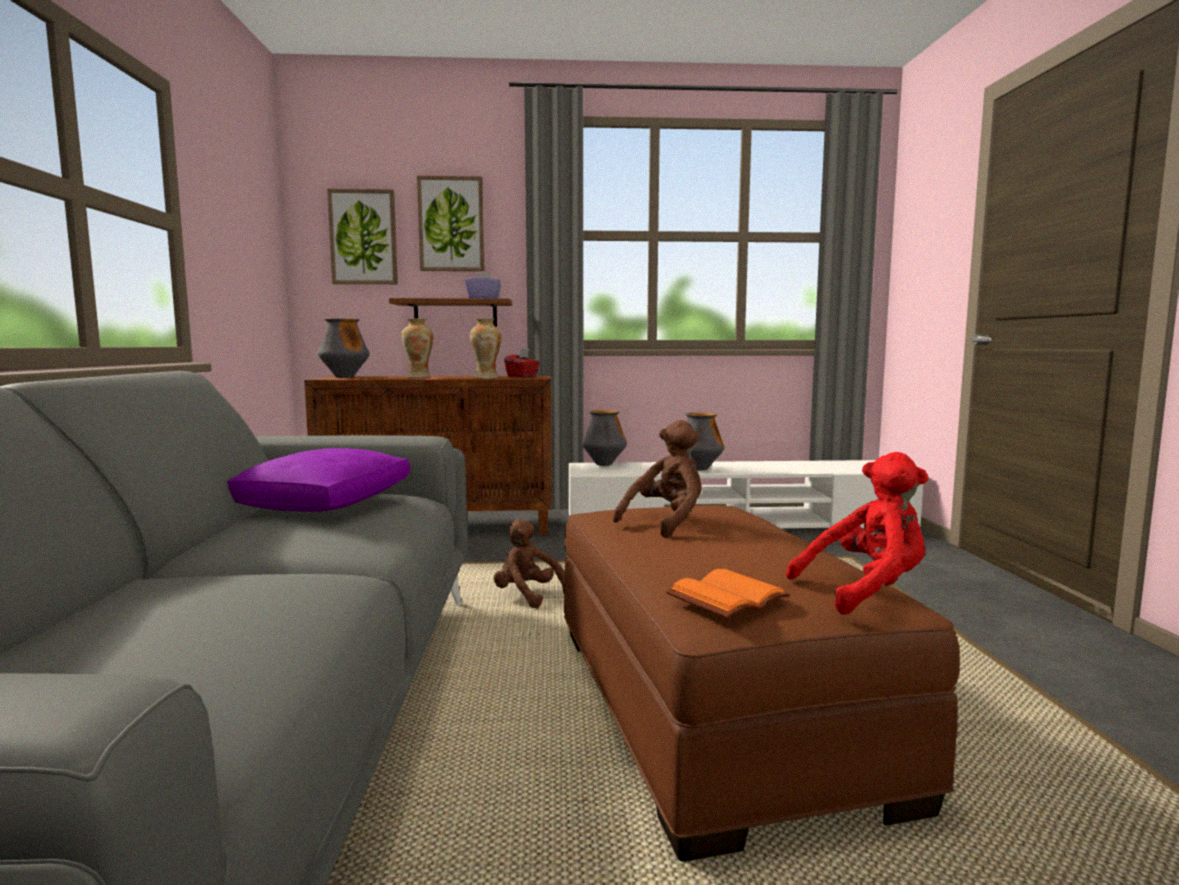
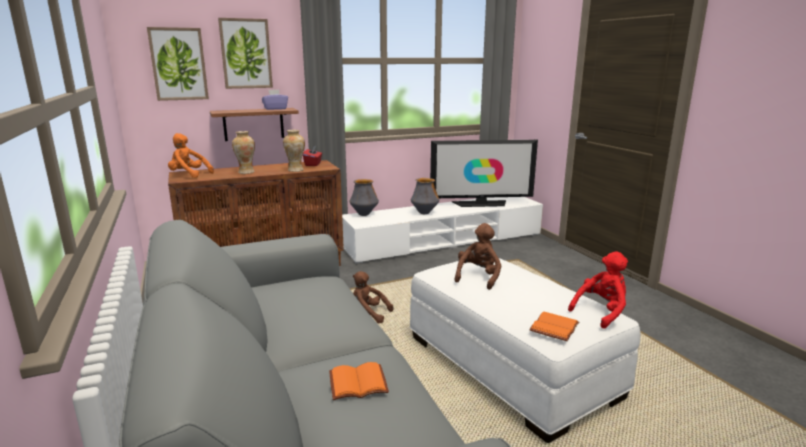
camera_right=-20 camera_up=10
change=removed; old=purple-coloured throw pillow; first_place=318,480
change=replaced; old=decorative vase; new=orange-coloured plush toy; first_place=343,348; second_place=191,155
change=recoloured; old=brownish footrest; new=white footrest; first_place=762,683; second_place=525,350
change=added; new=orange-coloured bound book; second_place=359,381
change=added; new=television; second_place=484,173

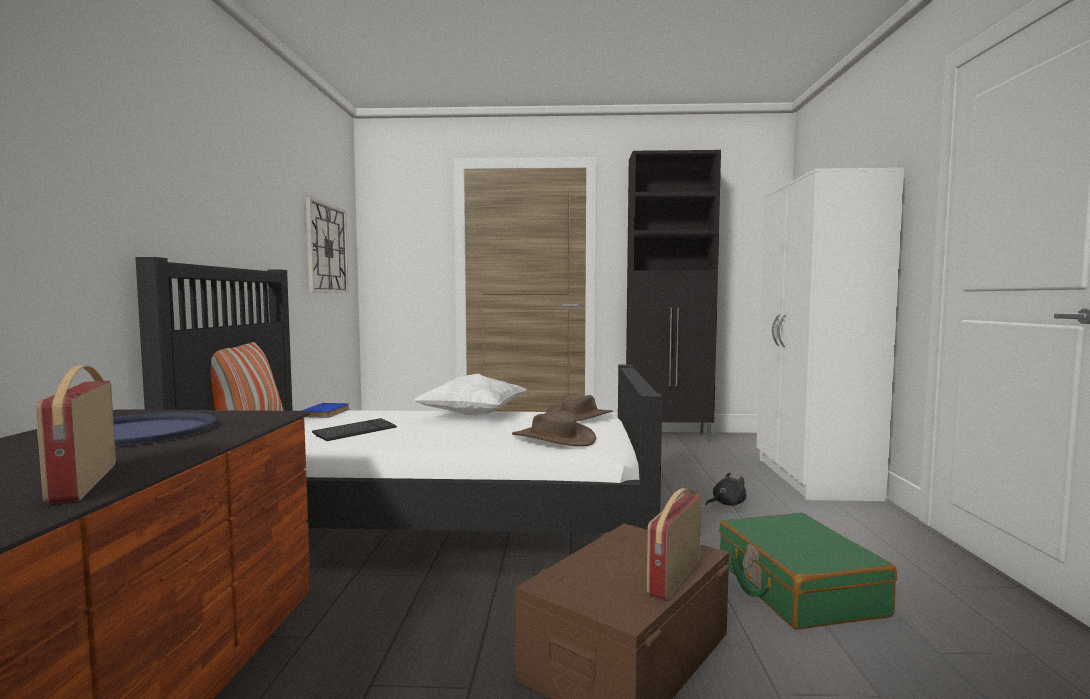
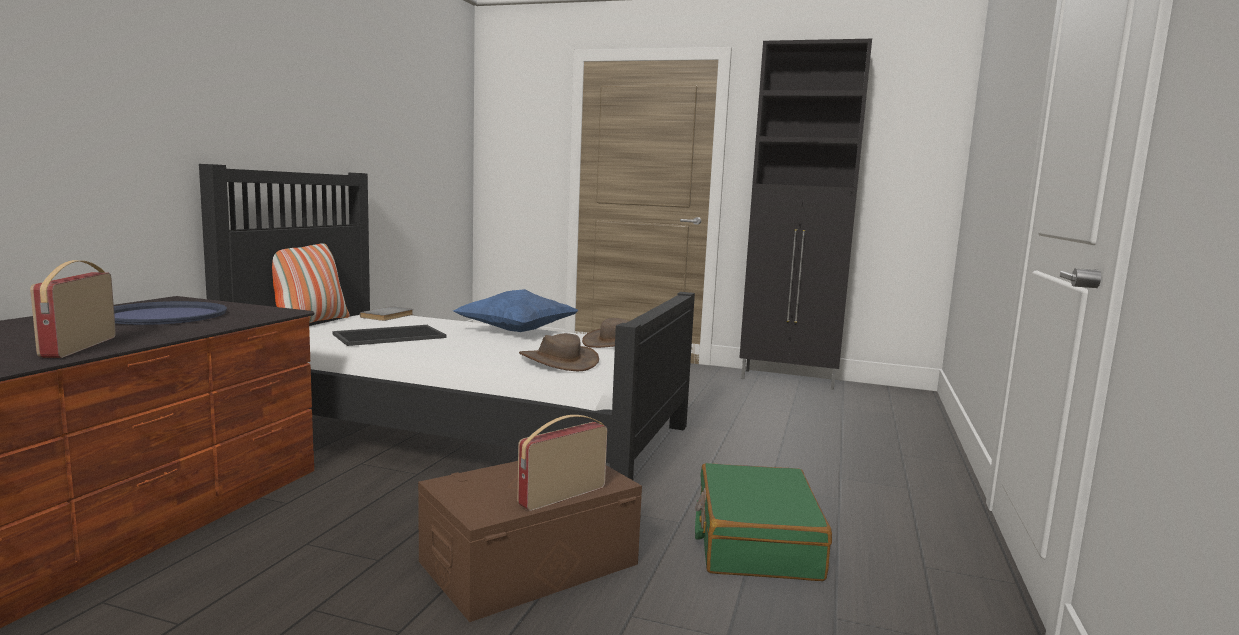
camera_right=15 camera_up=5
change=recoloured; old=blue-coloured bound book; new=grey bound book; first_place=325,410; second_place=386,313
change=removed; old=hanging clock; first_place=327,244
change=replaced; old=computer keyboard; new=serving tray; first_place=354,429; second_place=390,335
change=recoloured; old=white throw pillow; new=blue-coloured throw pillow; first_place=470,394; second_place=516,310
change=removed; old=black plush toy; first_place=726,489
change=removed; old=white armoire; first_place=830,334

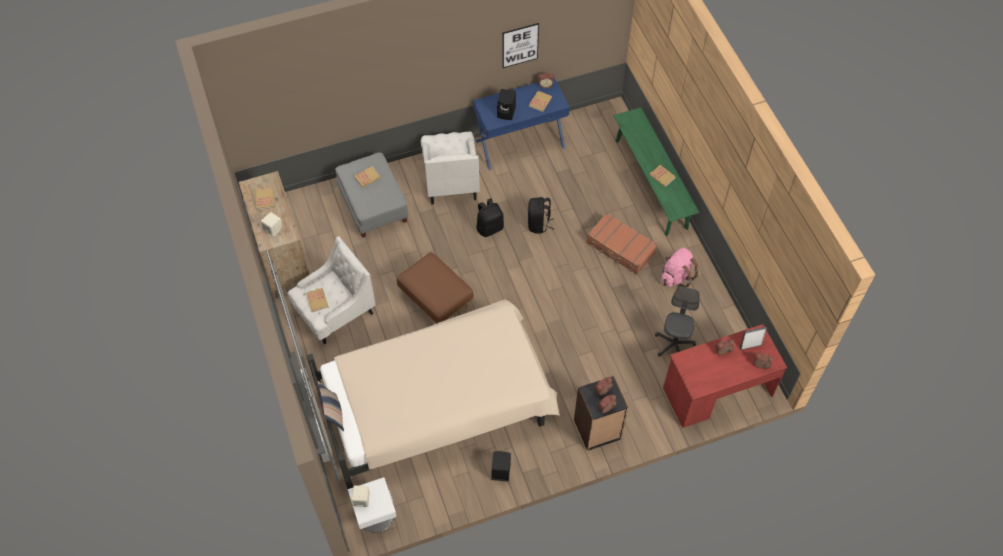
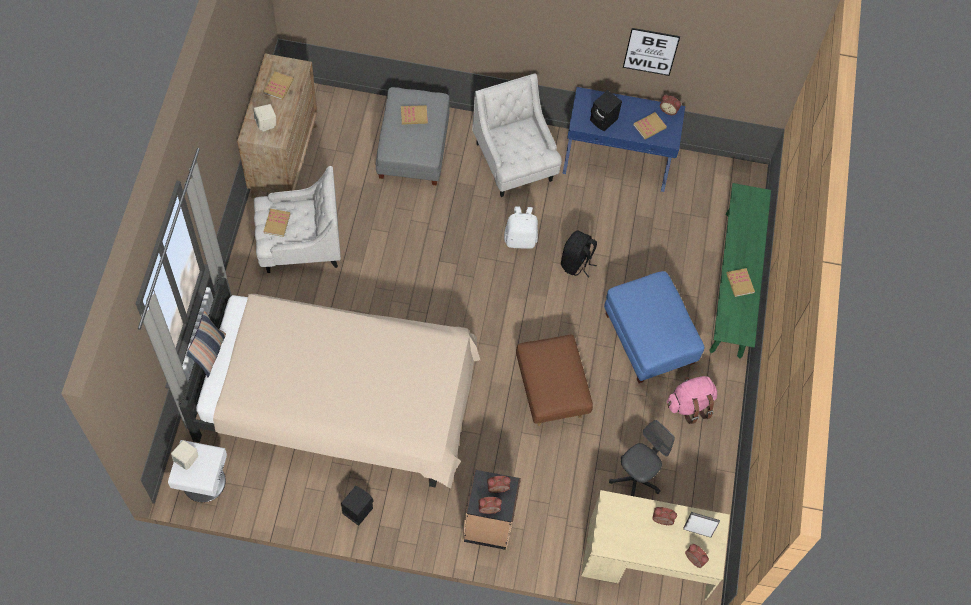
camera_right=25 camera_up=5
change=moved; old=brownish footrest; first_place=435,287; second_place=554,380
change=turned; old=white armchair; first_place=450,168; second_place=517,135; degrees=135
change=recoloured; old=black backpack; new=white backpack; first_place=490,217; second_place=521,227
change=replaced; old=brownish suitcase; new=blue-coloured footrest; first_place=622,244; second_place=654,327
change=recoloured; old=red-coloured desk; new=beige-coloured desk; first_place=725,376; second_place=655,545

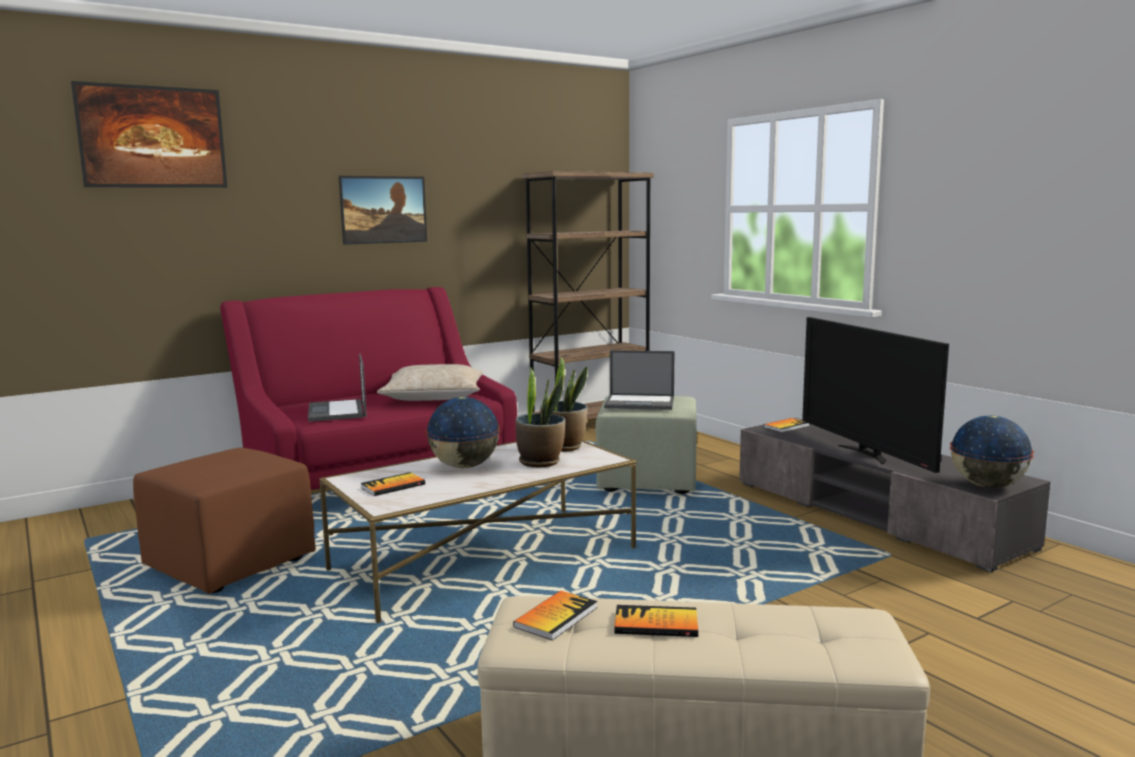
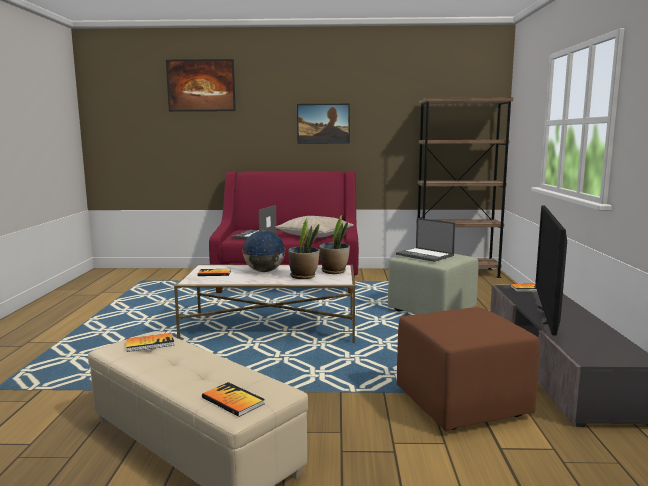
camera_right=35 camera_up=0
change=moved; old=brownish footrest; first_place=224,521; second_place=468,369
change=moved; old=bound book; first_place=656,621; second_place=233,399
change=removed; old=globe; first_place=992,451

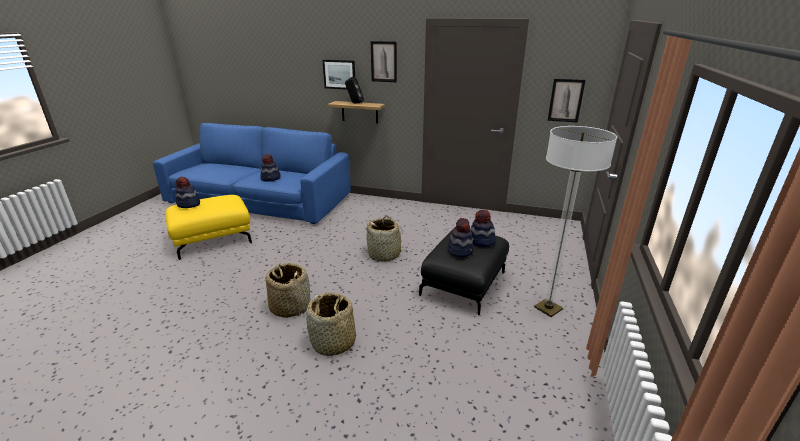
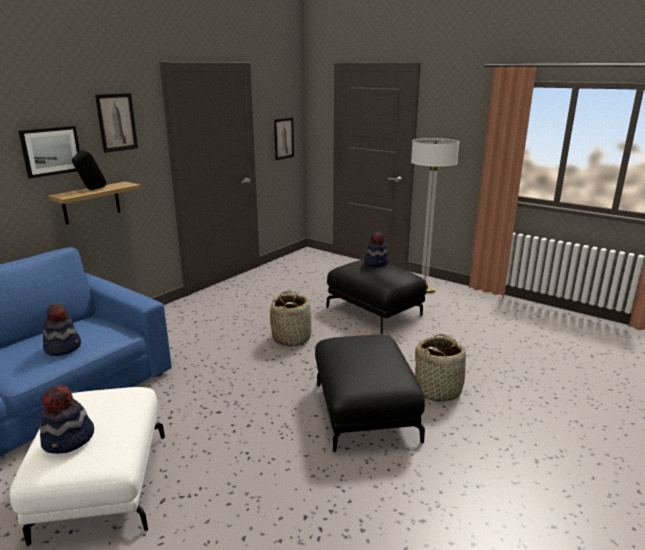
camera_right=-70 camera_up=-5
change=recoloured; old=yellow footrest; new=white footrest; first_place=208,227; second_place=87,466
change=replaced; old=household basket; new=black footrest; first_place=288,290; second_place=370,393
change=removed; old=clothing hat; first_place=461,237

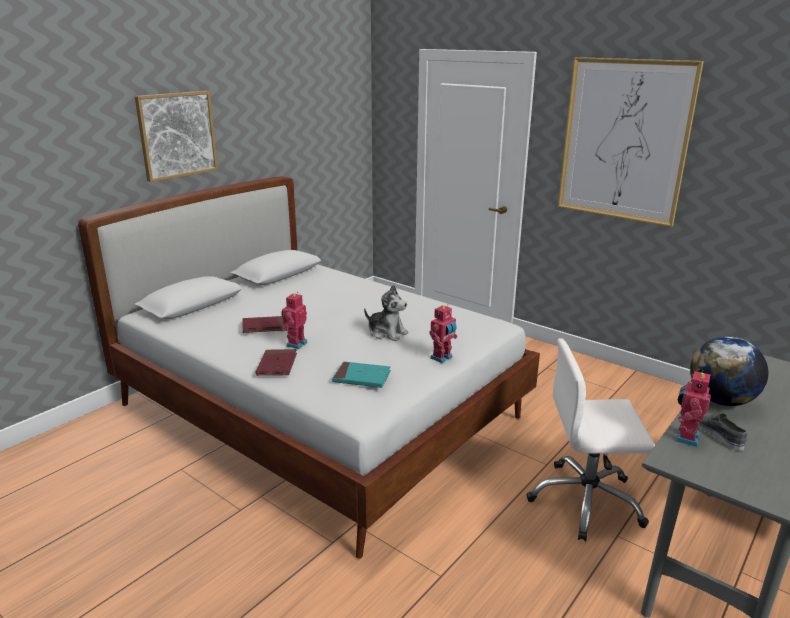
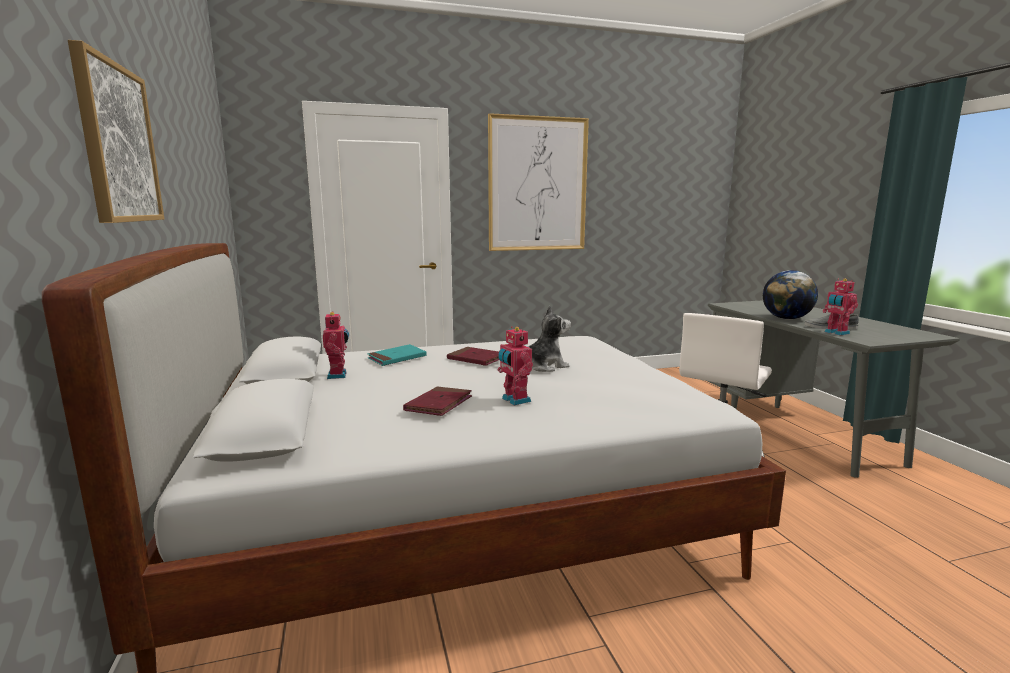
camera_right=-55 camera_up=-10
change=moved; old=red-coloured bound book; first_place=276,362; second_place=473,356
change=moved; old=turquoise-coloured bound book; first_place=361,374; second_place=397,355
change=moved; old=model robot; first_place=443,333; second_place=336,345

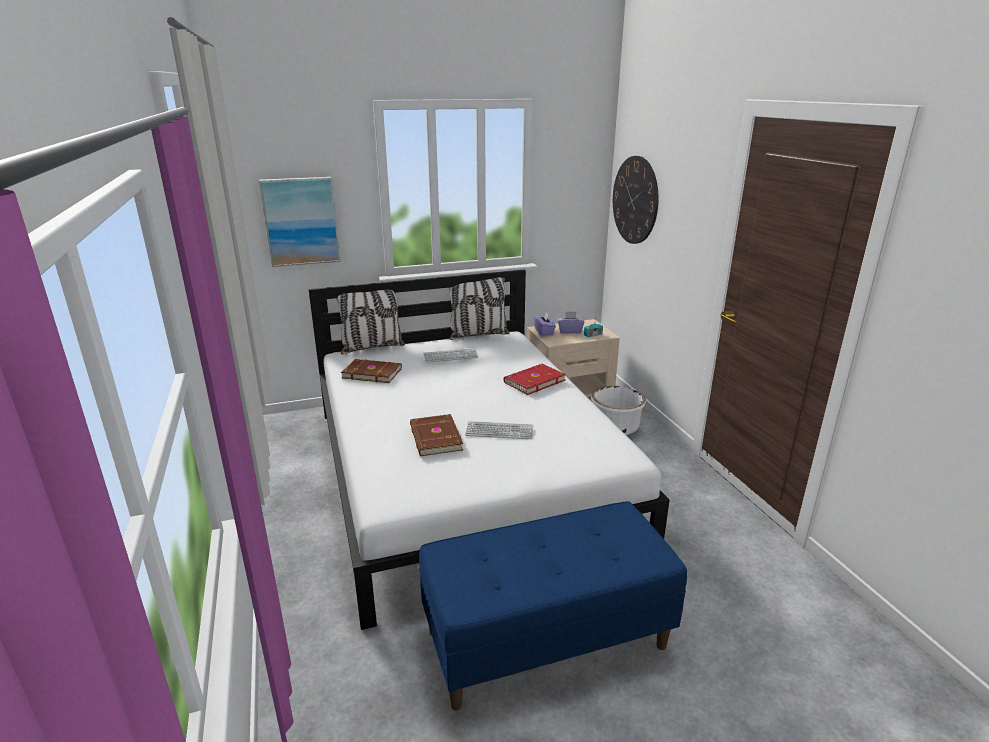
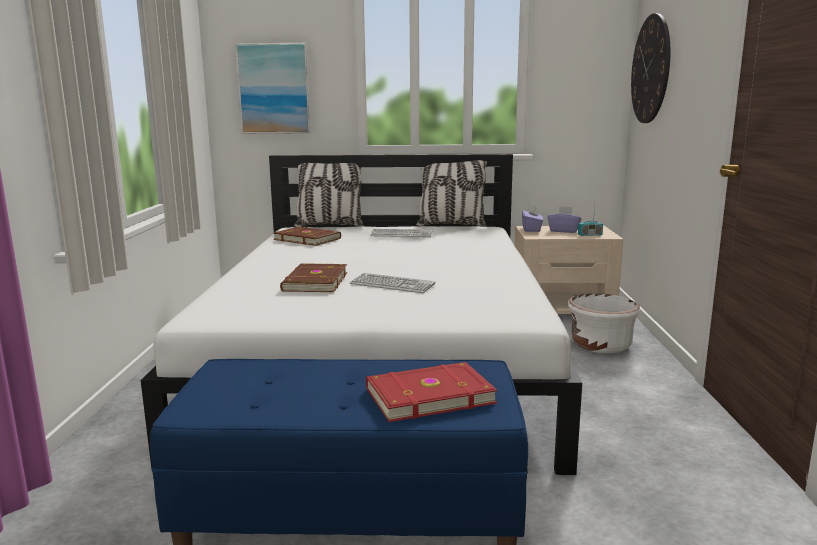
camera_right=20 camera_up=-10
change=moved; old=red-coloured bound book; first_place=535,379; second_place=431,392

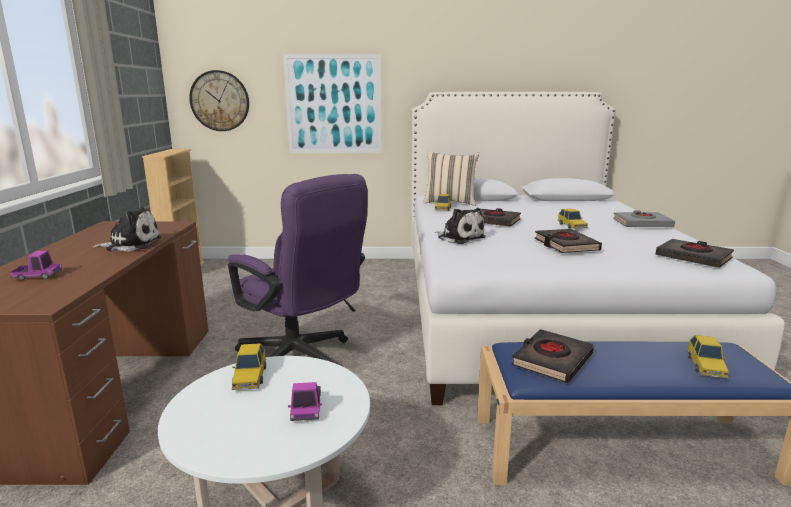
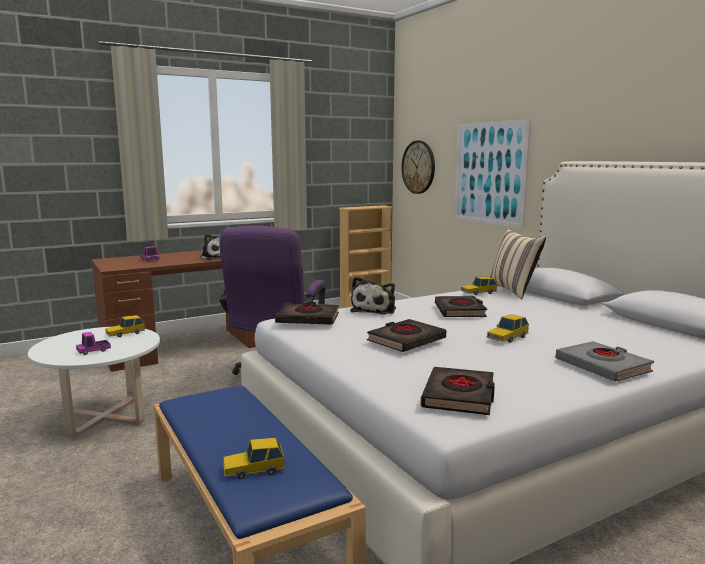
camera_right=60 camera_up=-5
change=moved; old=black bound book; first_place=552,356; second_place=307,313

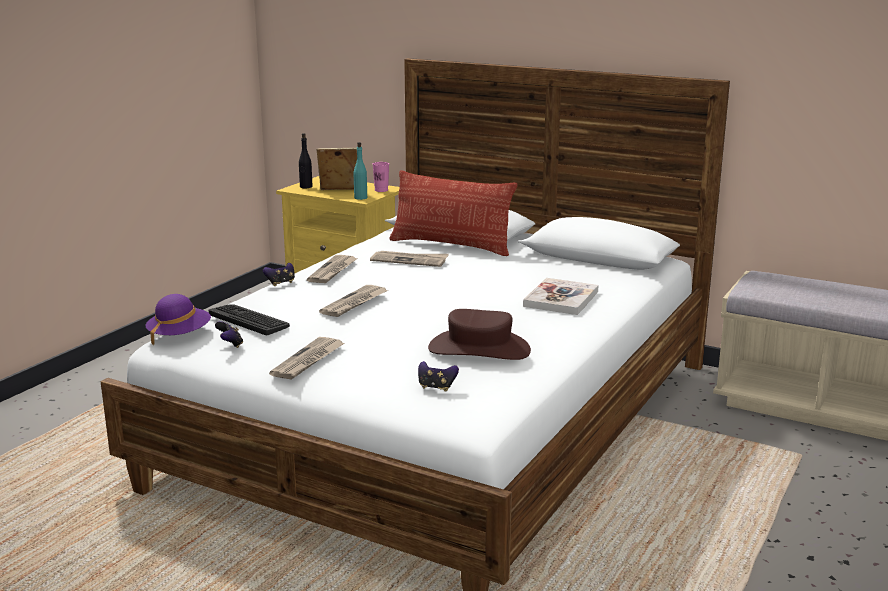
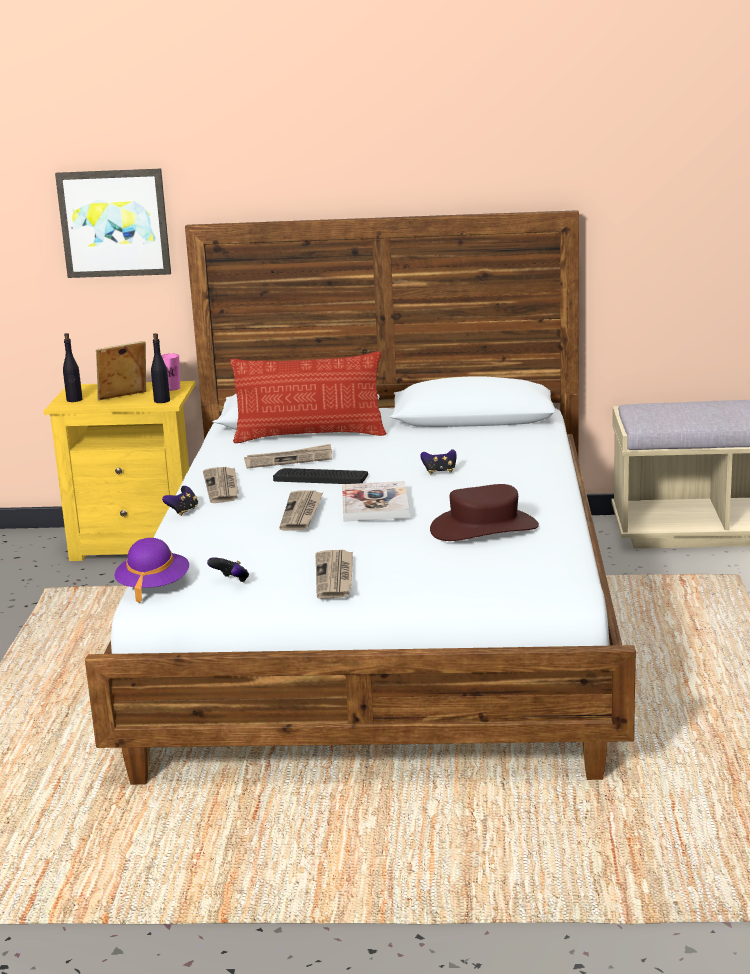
camera_right=-25 camera_up=0
change=moved; old=computer keyboard; first_place=249,319; second_place=320,476
change=recoloured; old=turquoise-coloured bottle; new=black bottle; first_place=360,171; second_place=160,368
change=moved; old=gamepad; first_place=438,376; second_place=438,462
change=moved; old=bound book; first_place=561,296; second_place=375,501
change=added; new=picture; second_place=113,223

